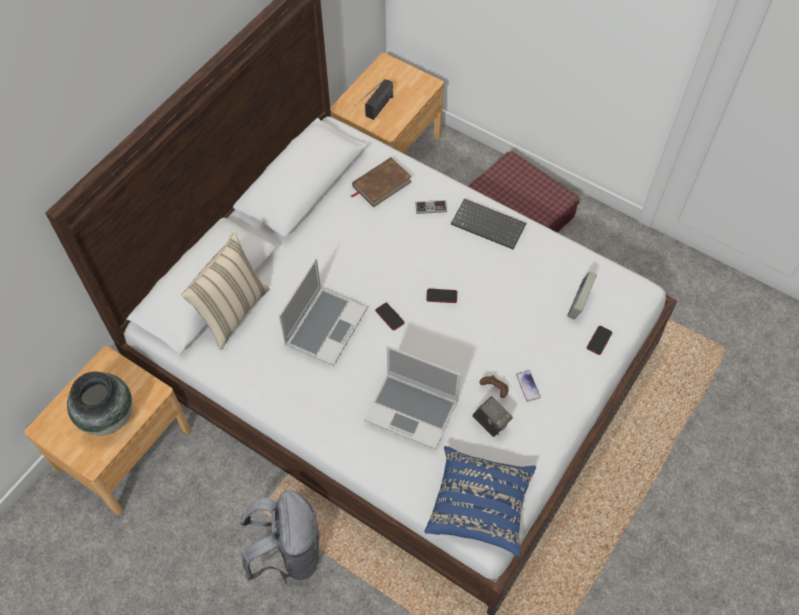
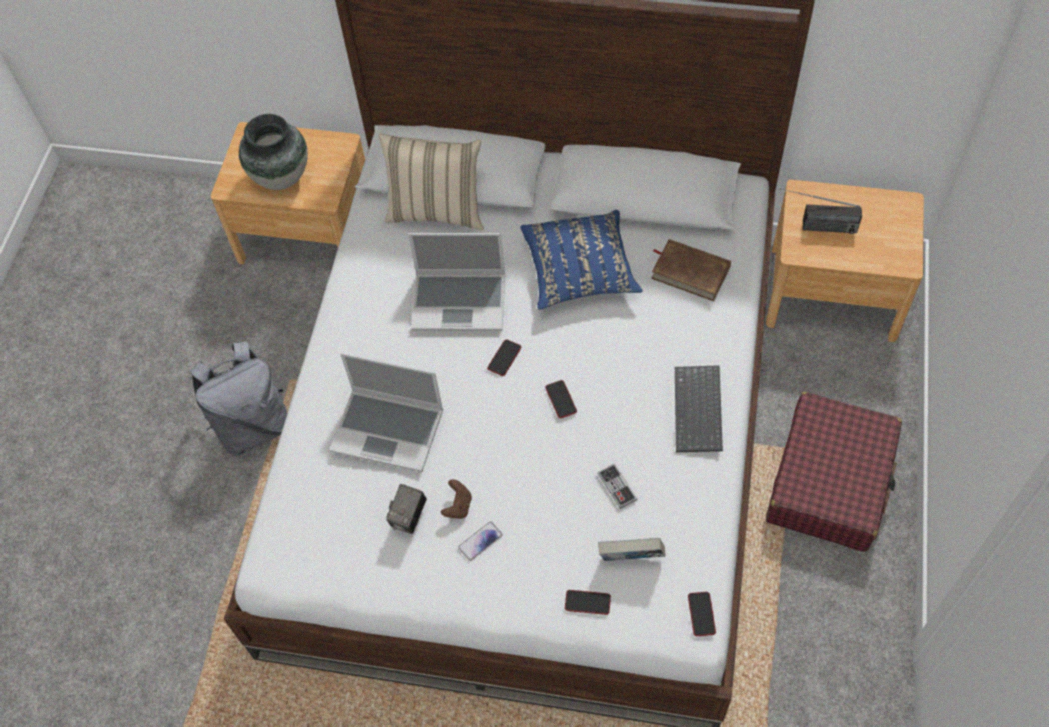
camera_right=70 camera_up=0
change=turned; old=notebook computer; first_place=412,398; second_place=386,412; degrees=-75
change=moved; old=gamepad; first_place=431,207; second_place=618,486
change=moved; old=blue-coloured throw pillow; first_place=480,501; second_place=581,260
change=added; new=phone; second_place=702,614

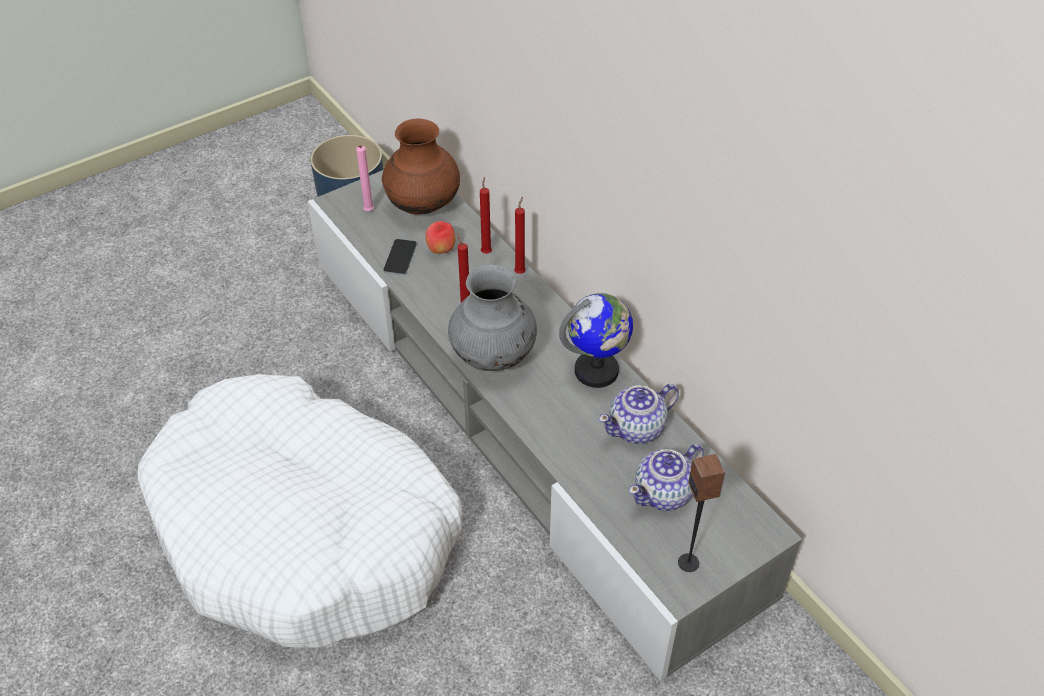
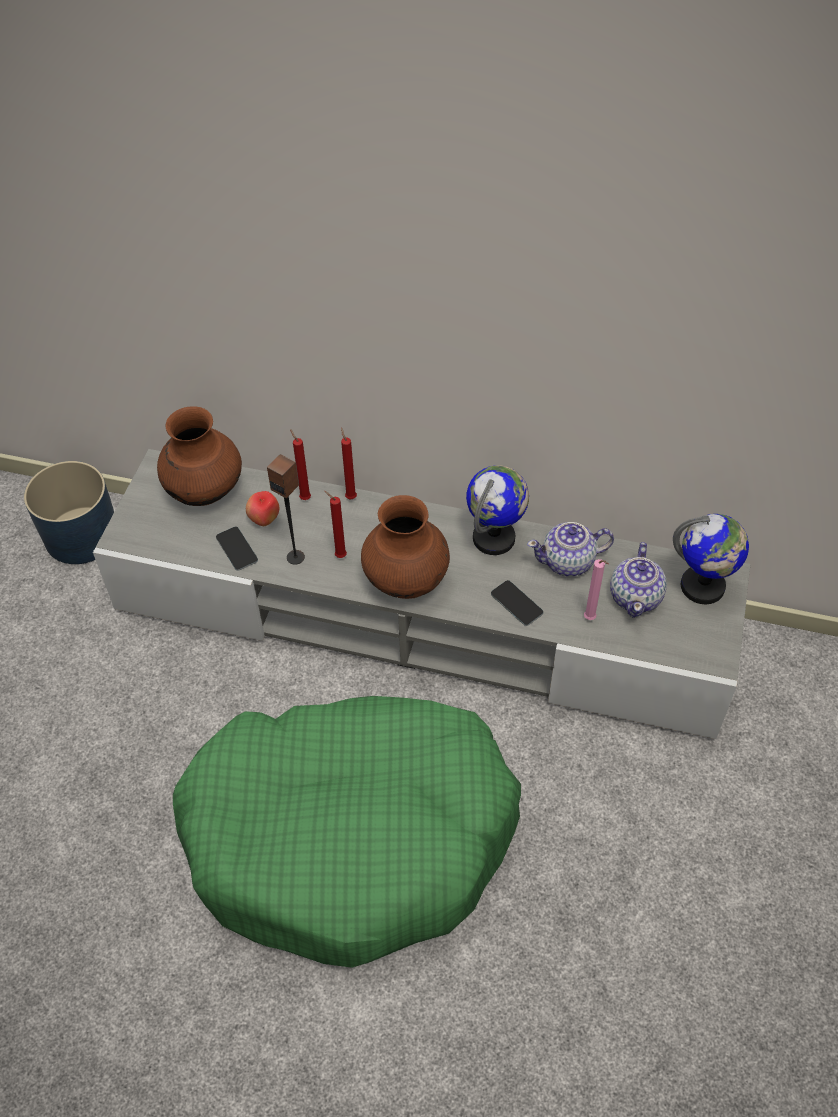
camera_right=-40 camera_up=5
change=recoloured; old=white dog cushion; new=greenish dog cushion; first_place=299,511; second_place=347,832
change=moved; old=pink candle; first_place=365,178; second_place=596,589
change=recoloured; old=grey decorative vase; new=brownish decorative vase; first_place=492,318; second_place=405,547
change=turned; old=teapot; first_place=639,414; second_place=570,549; degrees=60
change=moved; old=audio speaker; first_place=702,513; second_place=286,509
change=added; new=phone; second_place=517,603
change=added; new=globe; second_place=711,559

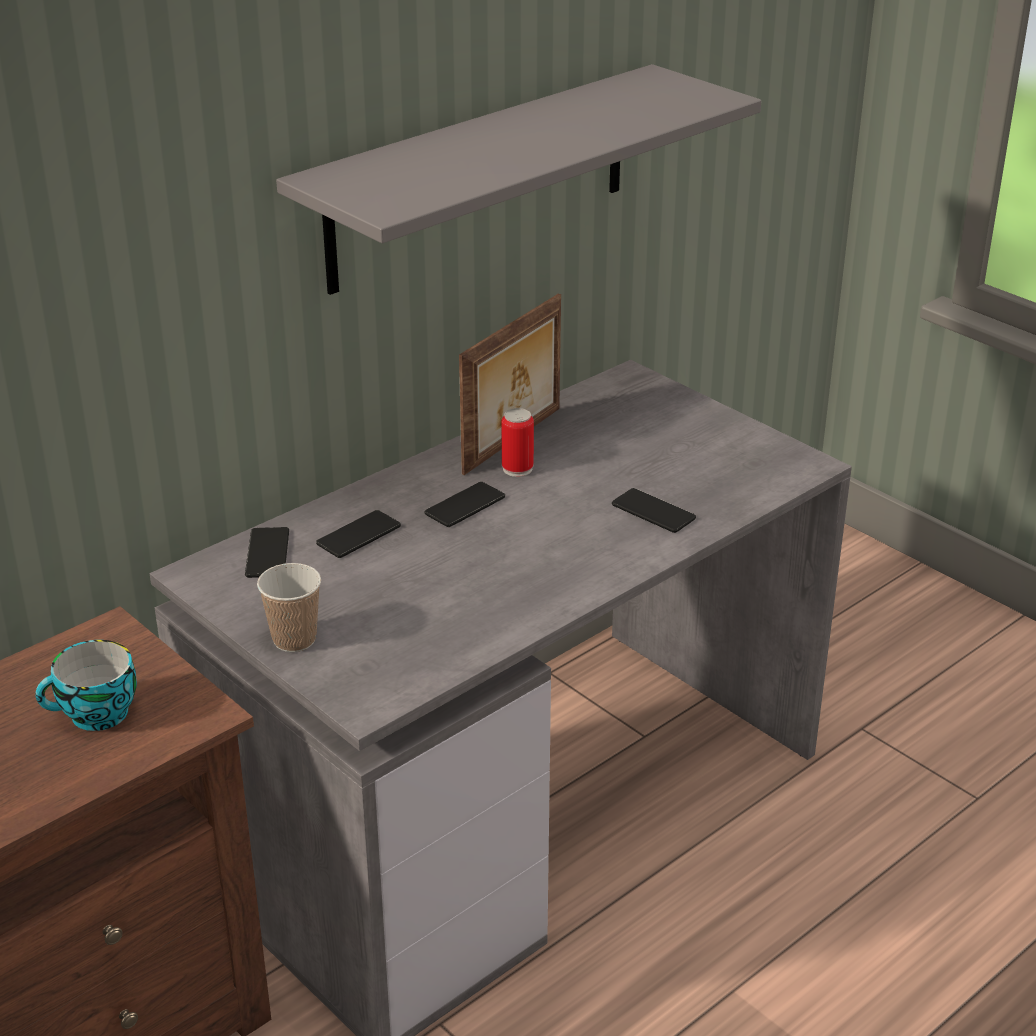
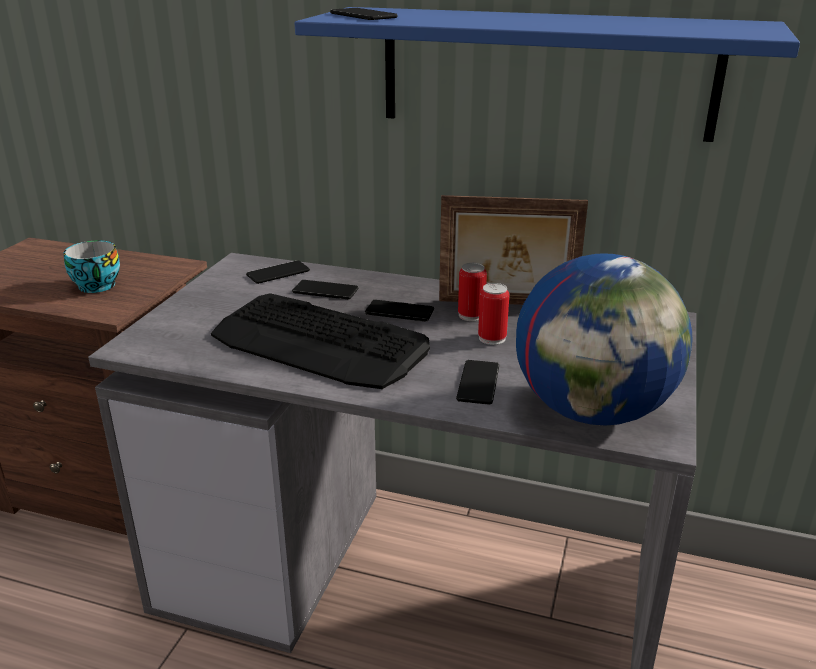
camera_right=60 camera_up=-5
change=removed; old=drinking cup; first_place=289,607
change=recoloured; old=grey shelf; new=blue-coloured shelf; first_place=518,179; second_place=547,74
change=added; new=computer keyboard; second_place=320,341
change=added; new=phone; second_place=364,14
change=added; new=metal can; second_place=493,314
change=added; new=globe; second_place=604,339

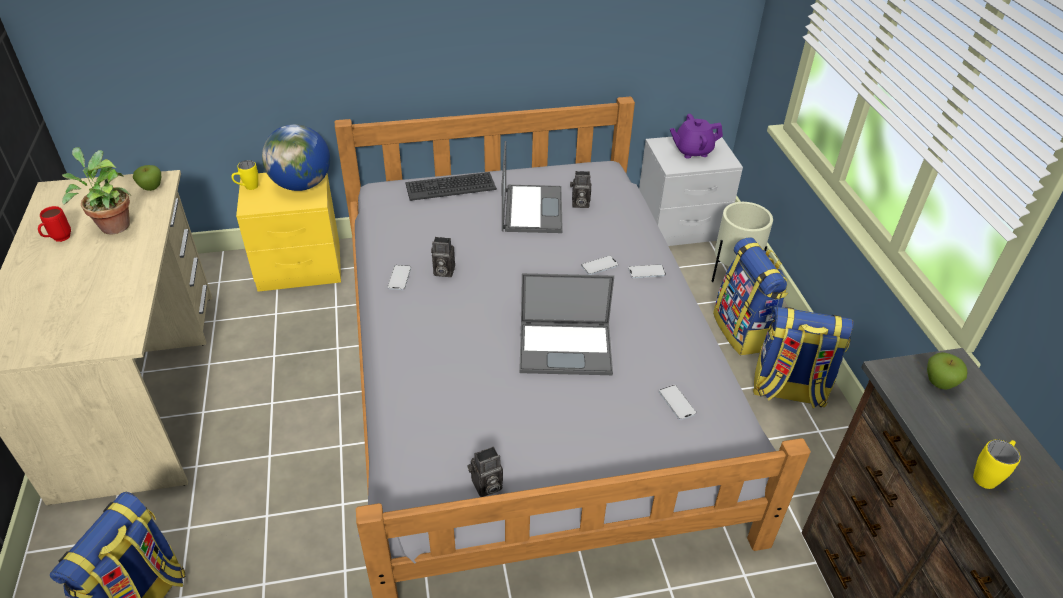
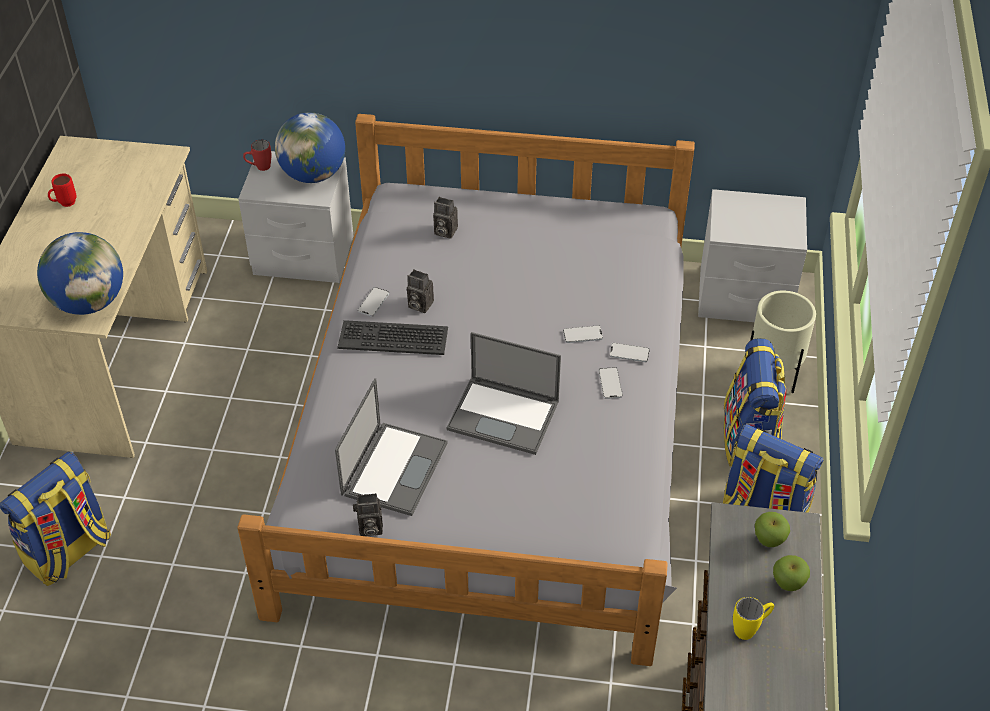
camera_right=20 camera_up=5
change=removed; old=houseplant; first_place=96,190
change=moved; old=apple fruit; first_place=147,178; second_place=791,573
change=recoloured; old=yellow tea mug; new=red-coloured tea mug; first_place=244,175; second_place=257,155
change=recoloured; old=yellow night table; new=grey night table; first_place=288,232; second_place=295,217
change=moved; old=computer keyboard; first_place=451,186; second_place=392,337
change=moved; old=notebook computer; first_place=532,187; second_place=391,447
change=moved; old=photo camera; first_place=581,189; second_place=445,218
change=moved; old=phone; first_place=678,402; second_place=611,383
change=removed; old=purple-coloured teapot; first_place=696,136
change=added; new=globe; second_place=80,273

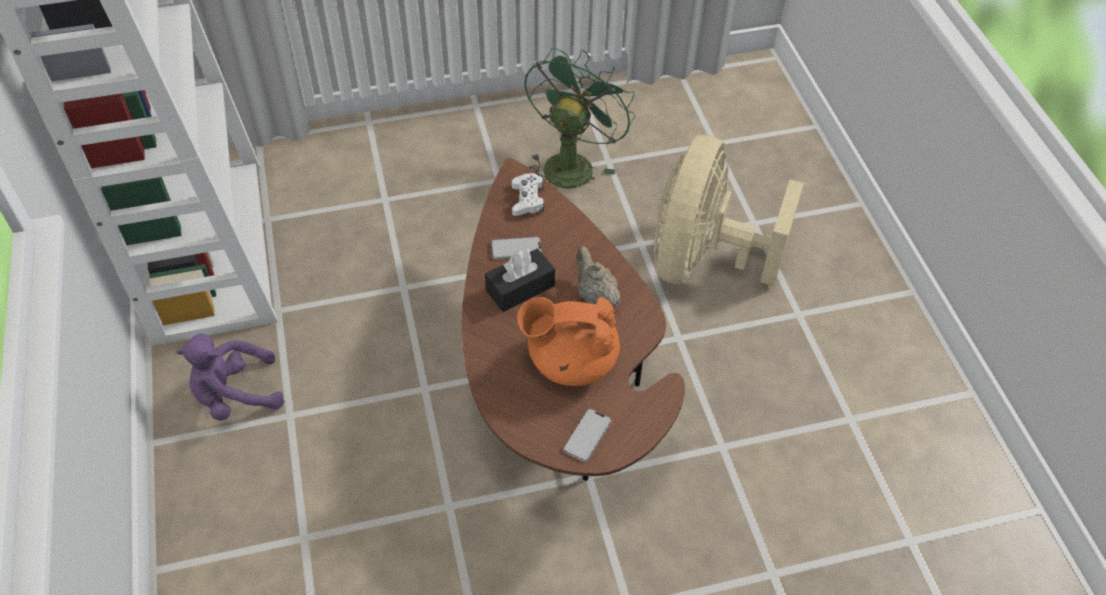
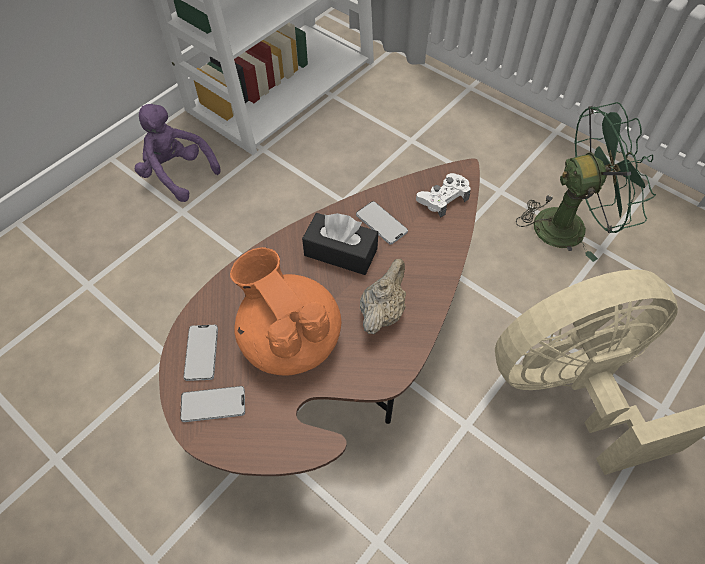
camera_right=55 camera_up=5
change=added; new=phone; second_place=200,353

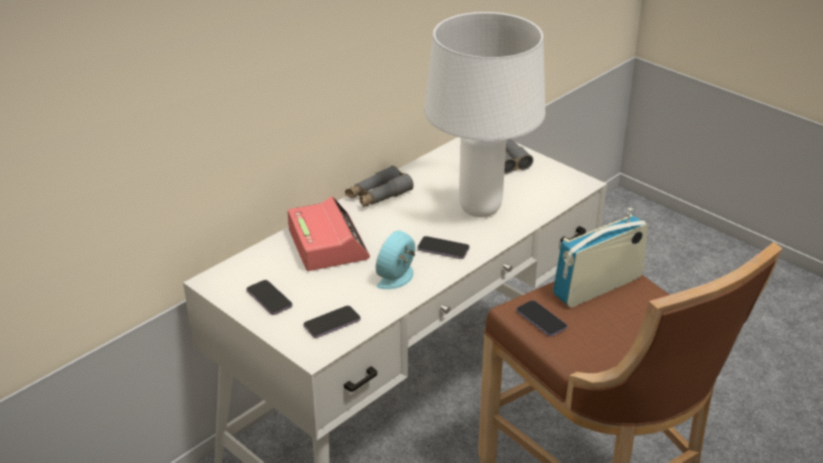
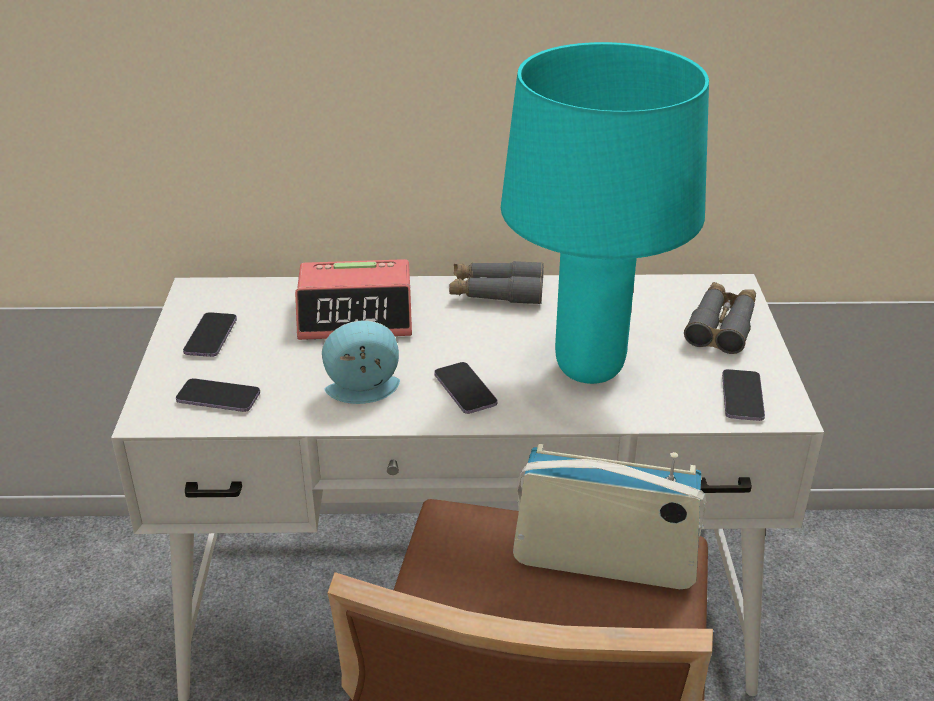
camera_right=45 camera_up=0
change=turned; old=alarm clock; first_place=329,233; second_place=353,299; degrees=60
change=recoloured; old=white table lamp; new=turquoise-coloured table lamp; first_place=484,114; second_place=605,213
change=moved; old=phone; first_place=541,318; second_place=743,395

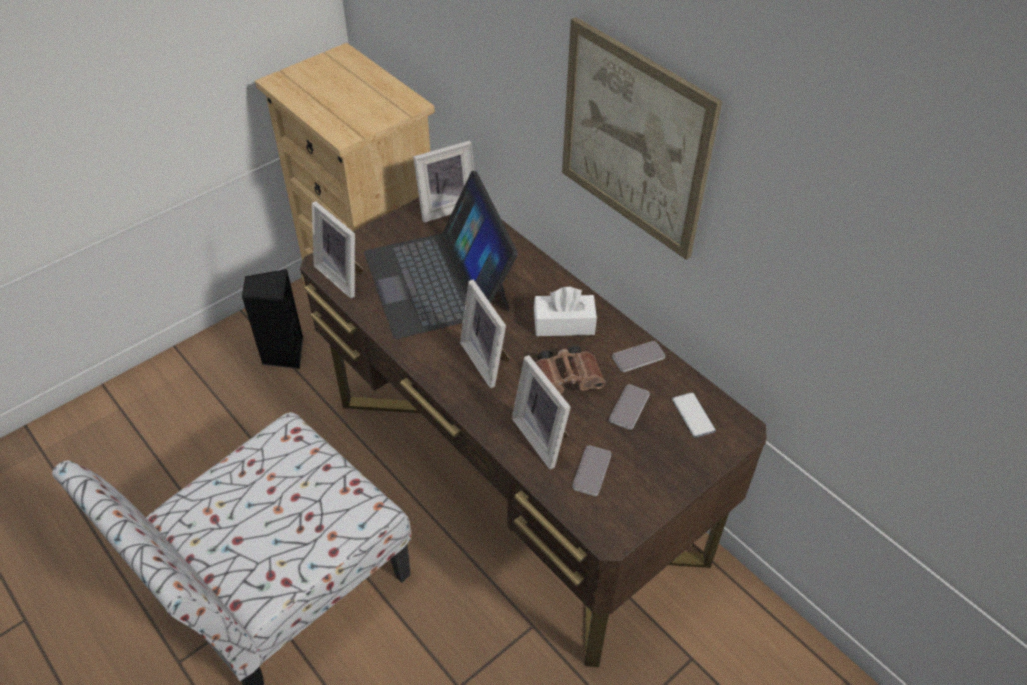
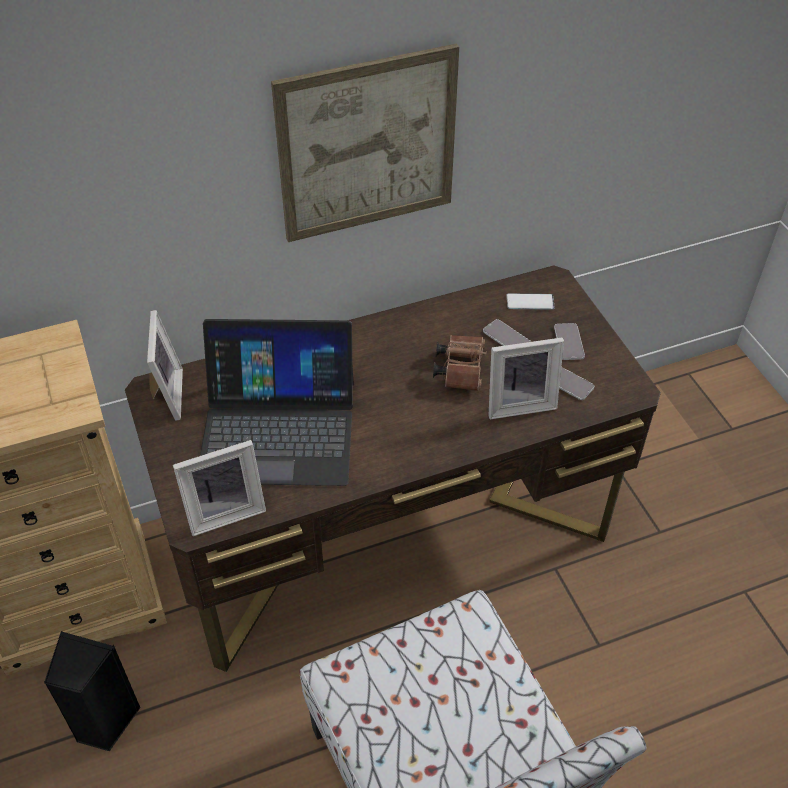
camera_right=-70 camera_up=0
change=removed; old=standing frame; first_place=485,334
change=removed; old=white tissue holder; first_place=565,311
change=moved; old=phone; first_place=638,356; second_place=569,341

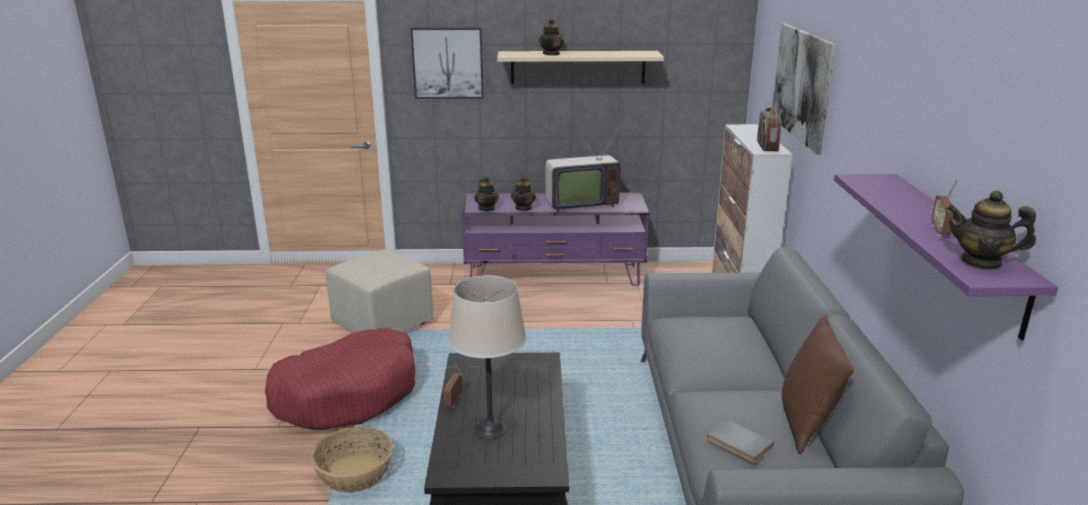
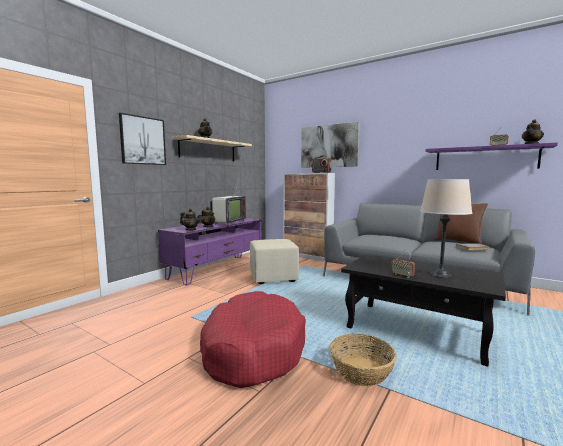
camera_right=-55 camera_up=-15
change=moved; old=beige-coloured footrest; first_place=379,291; second_place=274,261

